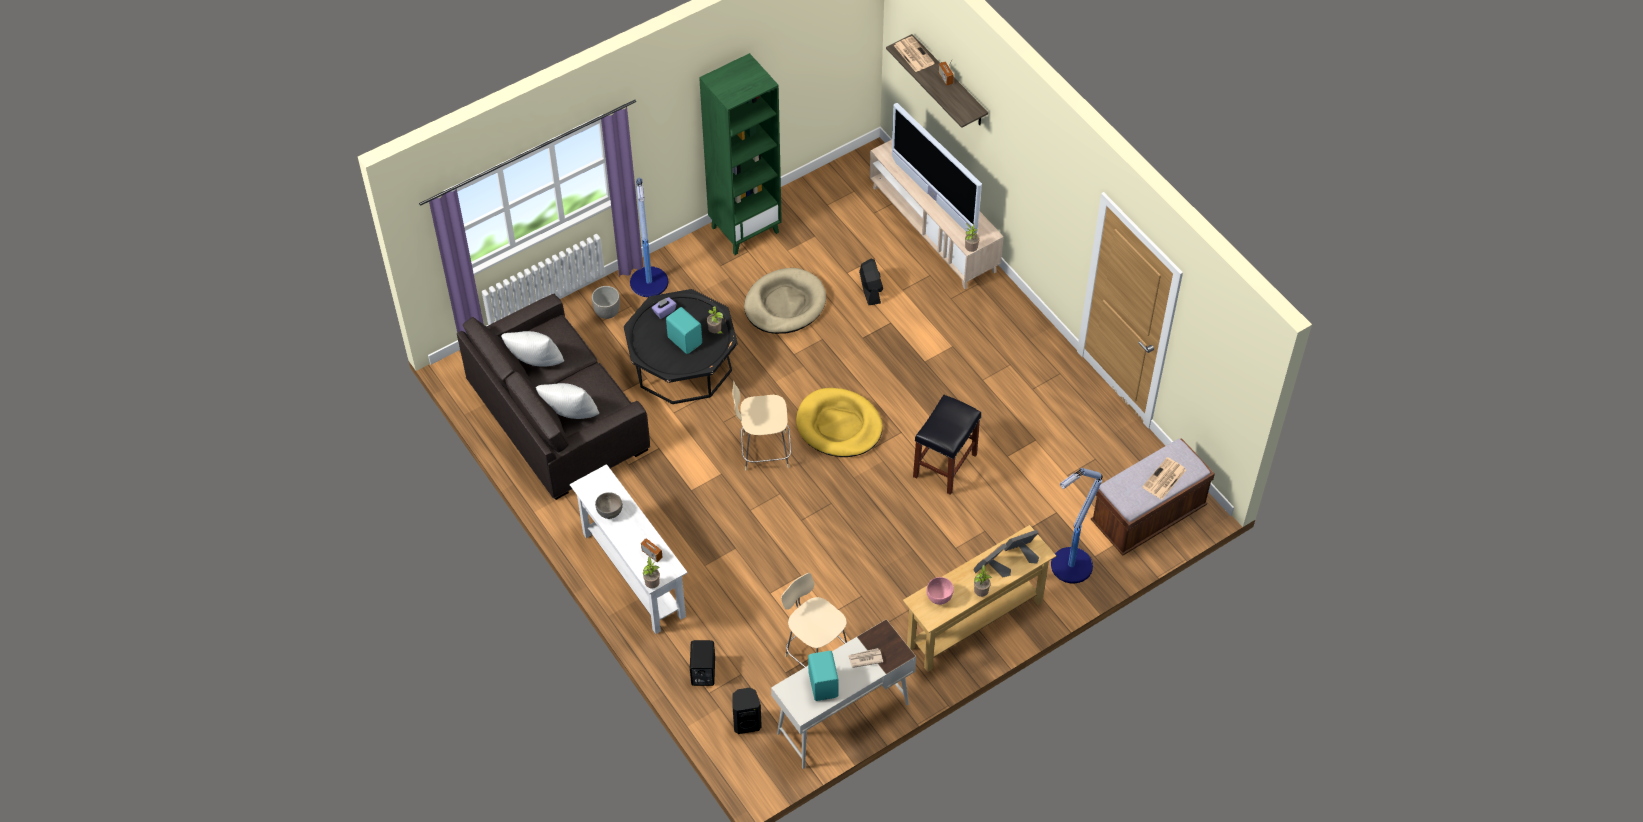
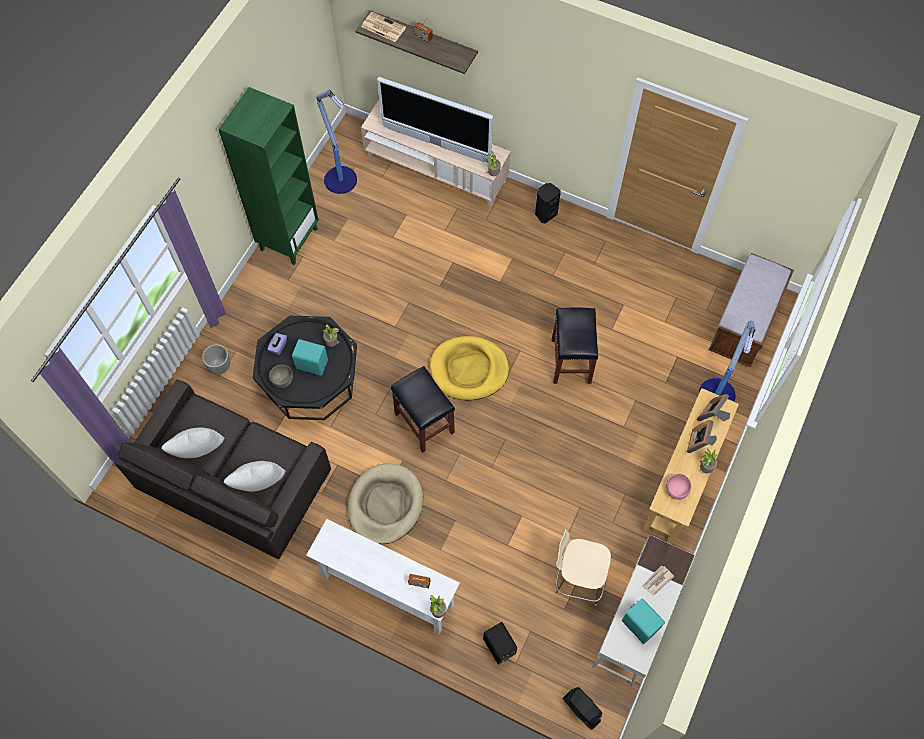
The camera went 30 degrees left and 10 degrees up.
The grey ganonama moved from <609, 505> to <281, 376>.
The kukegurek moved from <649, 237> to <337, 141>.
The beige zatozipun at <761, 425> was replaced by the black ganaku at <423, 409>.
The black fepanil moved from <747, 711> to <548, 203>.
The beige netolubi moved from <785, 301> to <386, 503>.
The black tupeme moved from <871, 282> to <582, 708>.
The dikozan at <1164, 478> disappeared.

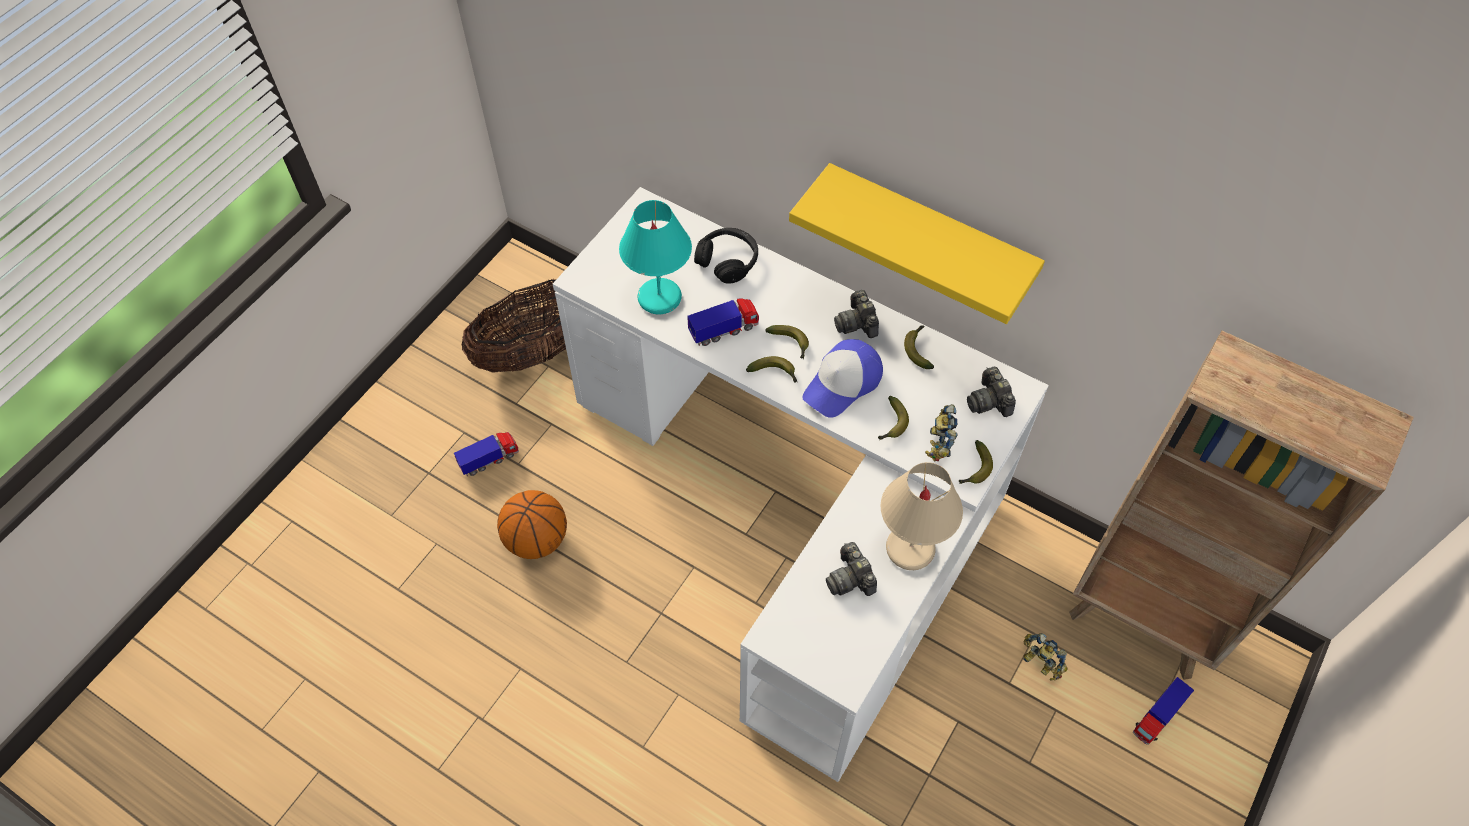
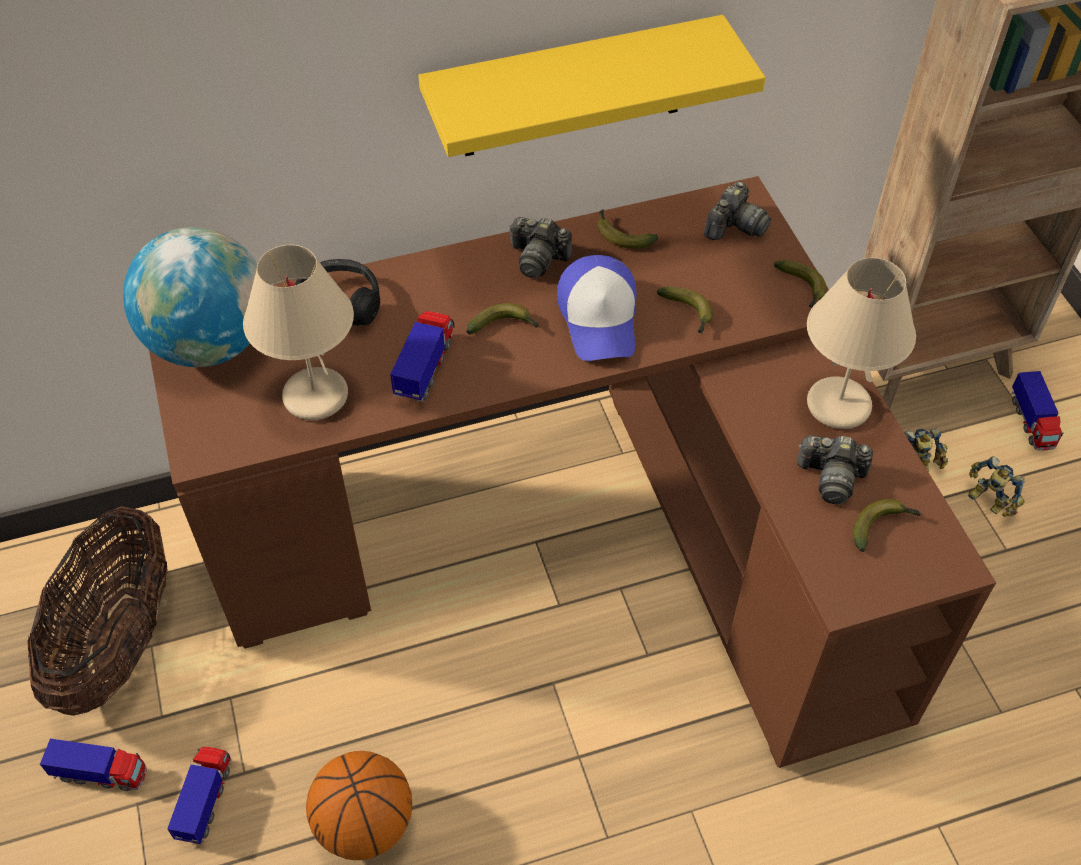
The camera went 50 degrees left and 5 degrees down.
The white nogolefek at <801, 484> became the brown nogolefek at <572, 472>.
The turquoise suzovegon at <655, 257> became the beige suzovegon at <298, 332>.
The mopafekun moved from <771, 369> to <887, 525>.
The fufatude moved from <941, 432> to <996, 486>.
The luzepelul at <991, 392> turned 75 degrees counterclockwise.
The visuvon at <93, 765> appeared.
The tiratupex at <190, 297> appeared.

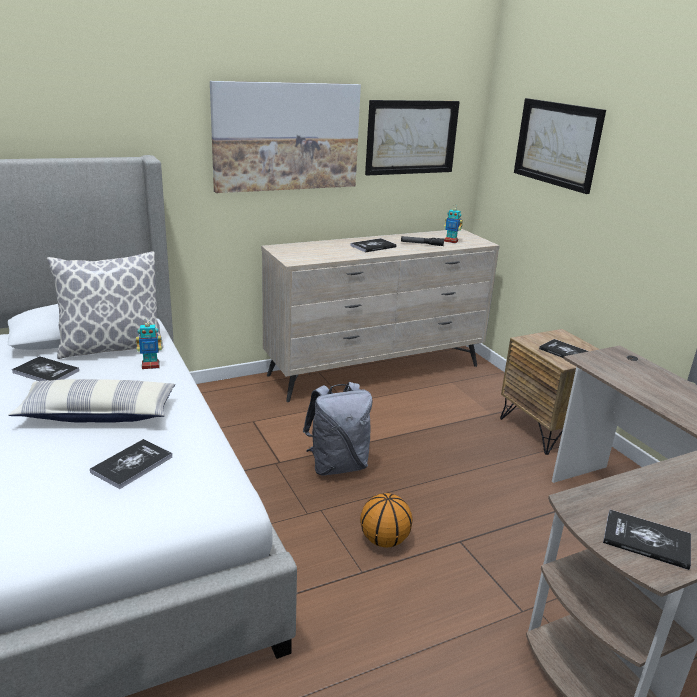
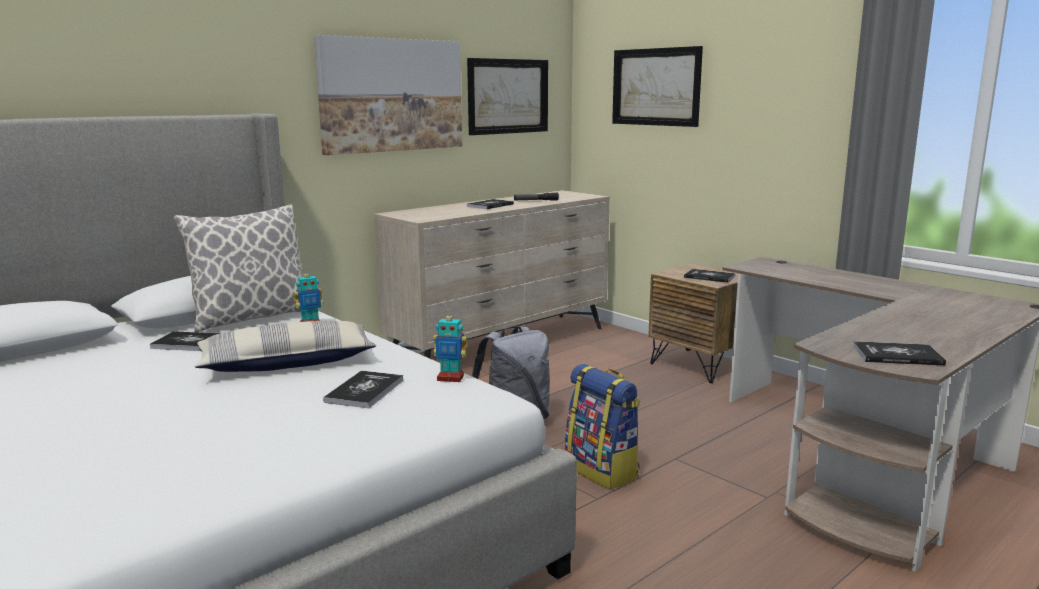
The camera went 15 degrees left and 10 degrees down.
The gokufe at <386, 520> was replaced by the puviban at <602, 427>.
The fufatude moved from <453, 223> to <450, 345>.

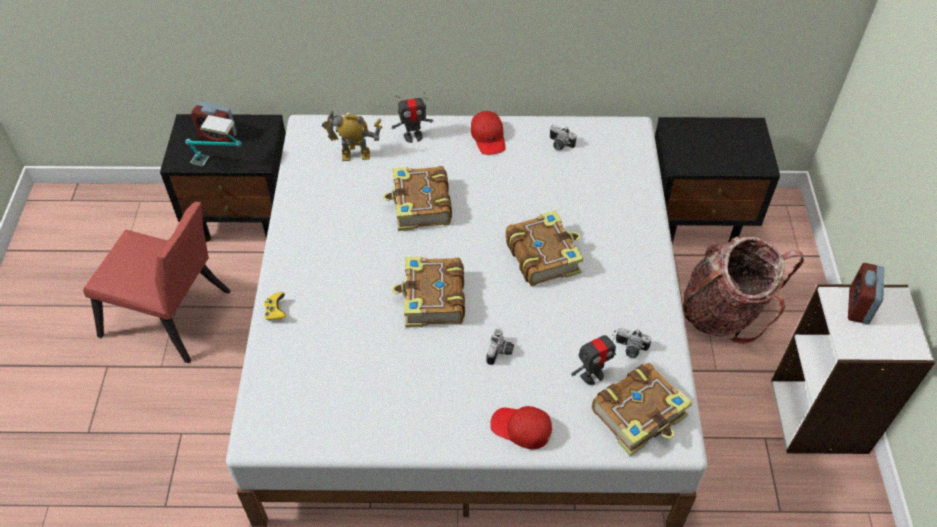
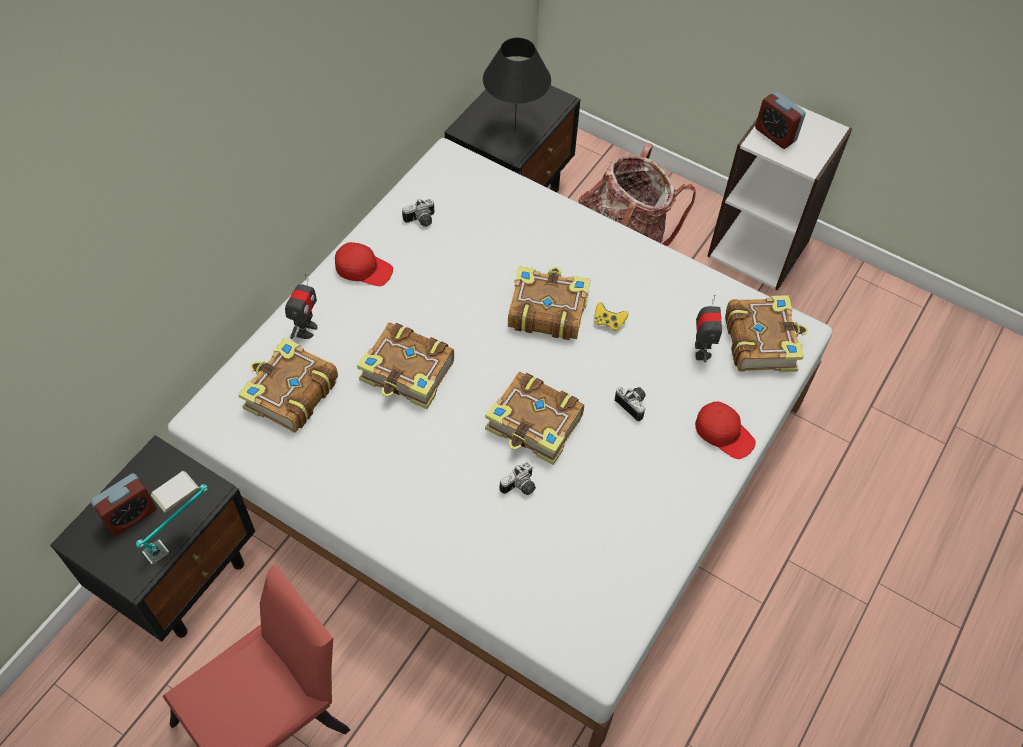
The camera went 60 degrees left and 5 degrees up.
The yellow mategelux moved from <275, 306> to <612, 316>.
The fufatude at <352, 136> was replaced by the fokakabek at <288, 384>.
The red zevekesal at <521, 428> turned 105 degrees counterclockwise.
The luzepelul moved from <634, 343> to <517, 478>.
The black suzovegon at <517, 84> appeared.

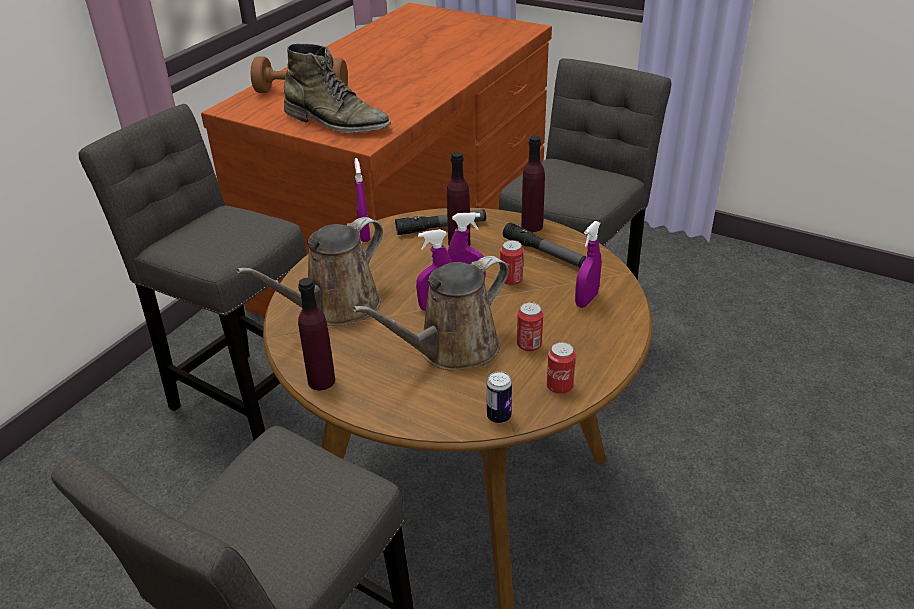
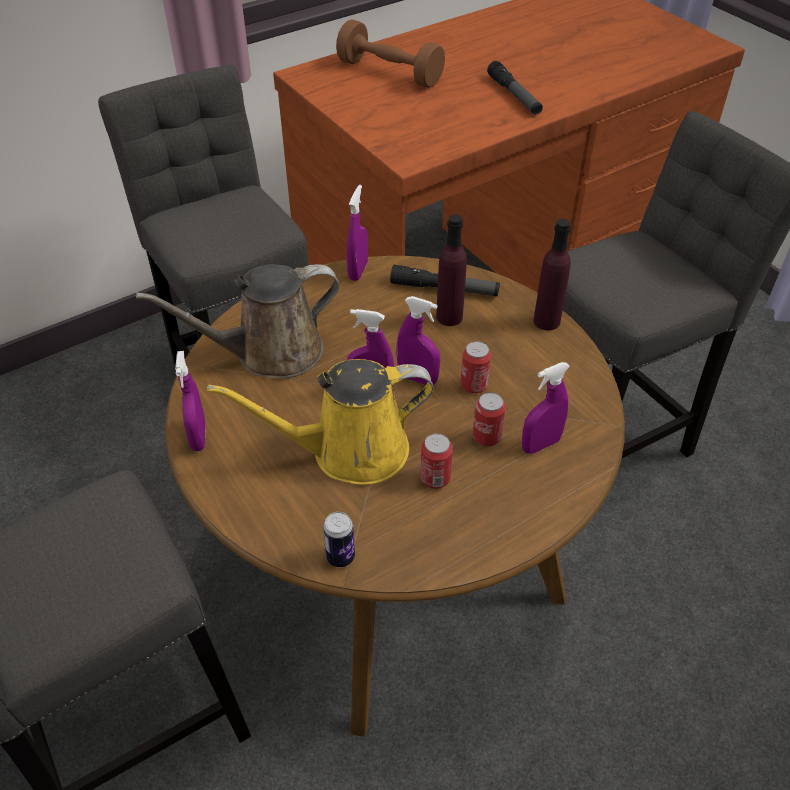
The camera went 25 degrees right and 10 degrees up.
The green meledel at <337, 88> disappeared.
The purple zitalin at <316, 334> was replaced by the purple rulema at <190, 401>.
The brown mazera at <430, 313> became the yellow mazera at <320, 422>.
The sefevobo moved from <544, 245> to <515, 88>.
The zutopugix moved from <561, 368> to <489, 419>.

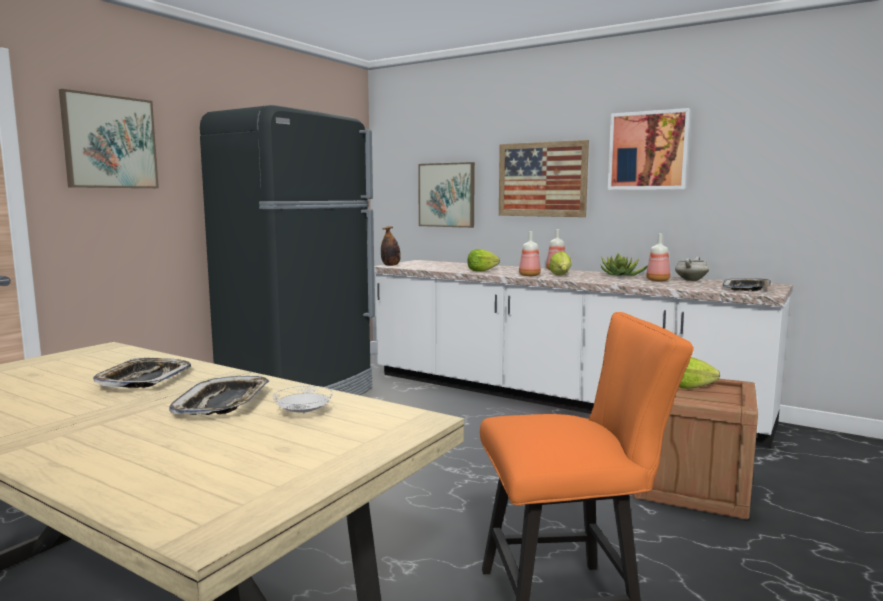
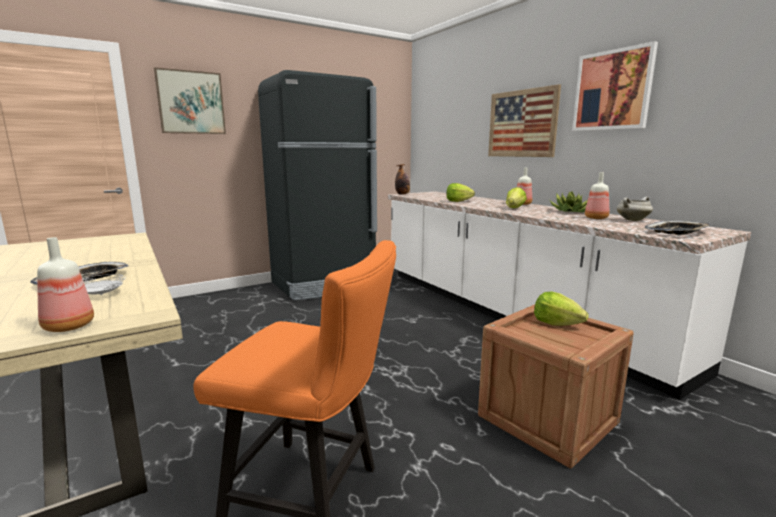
The camera went 25 degrees right and 5 degrees up.
The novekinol at <142, 373> disappeared.
The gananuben at <446, 195> disappeared.
The zitalin moved from <530, 253> to <65, 284>.

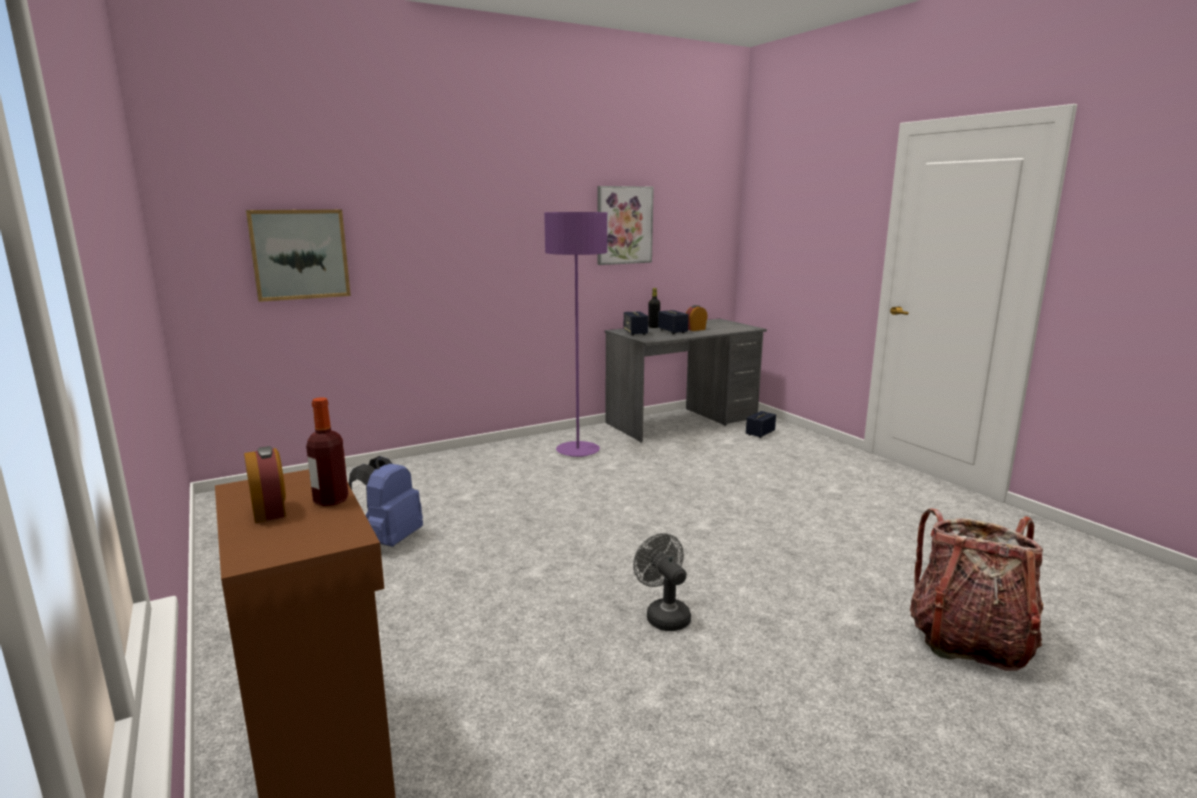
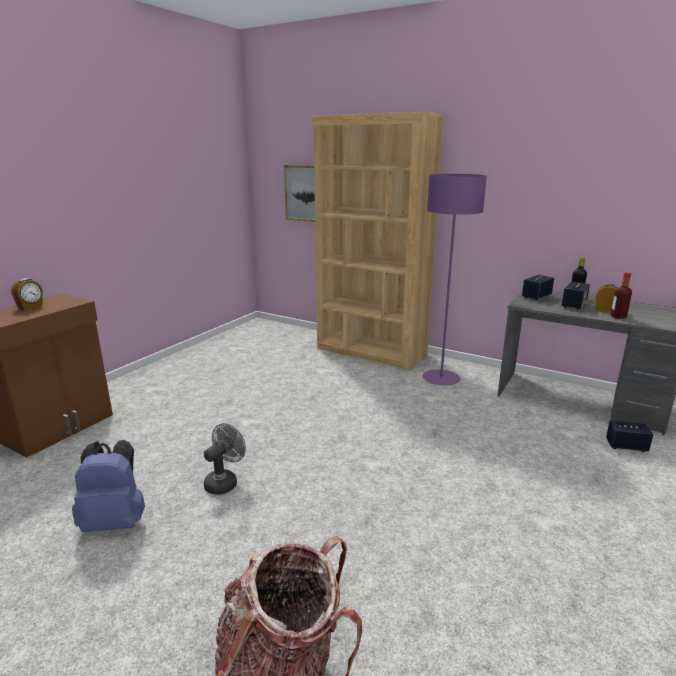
The camera went 60 degrees right and 5 degrees up.
The zitalin moved from <327, 451> to <621, 295>.
The blue puviban moved from <385, 501> to <108, 486>.
The gananuben at <626, 225> disappeared.
The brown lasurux at <378, 241> appeared.

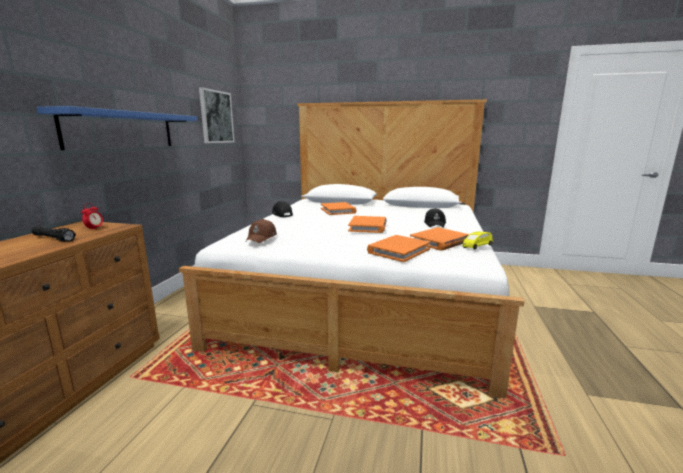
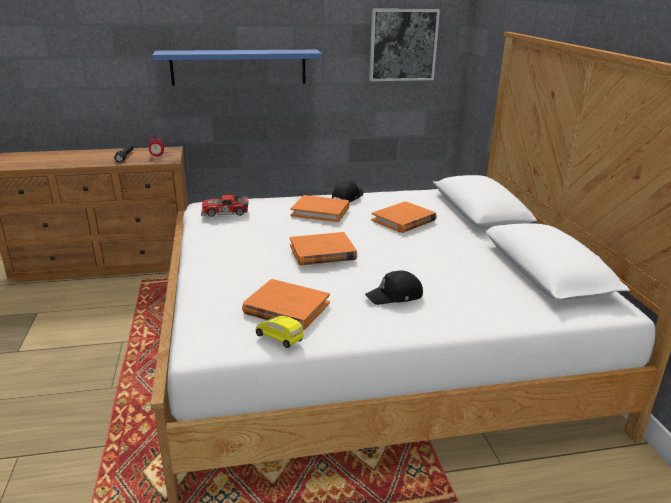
The camera went 65 degrees right and 10 degrees up.
The brown zevekesal at <261, 231> was replaced by the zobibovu at <224, 206>.
The orange fokakabek moved from <398, 248> to <319, 208>.

